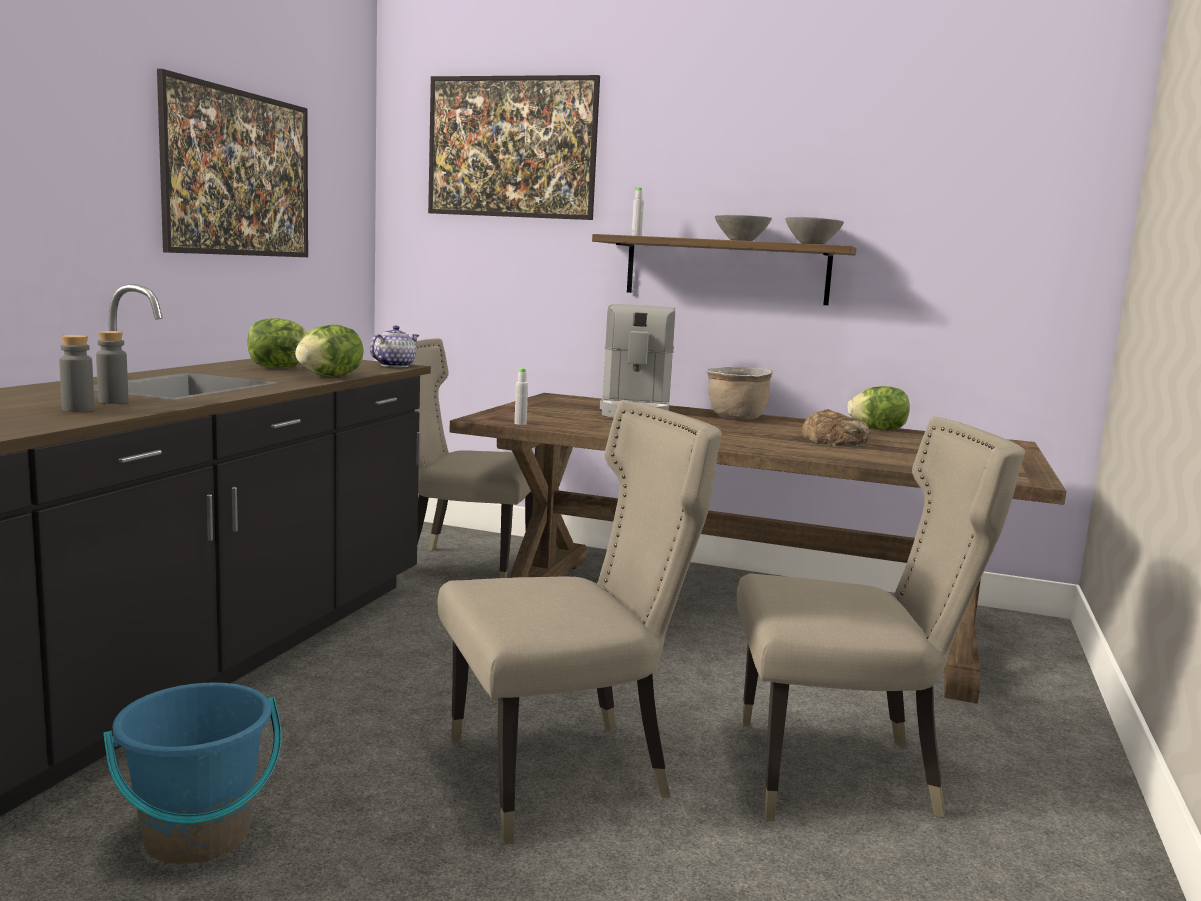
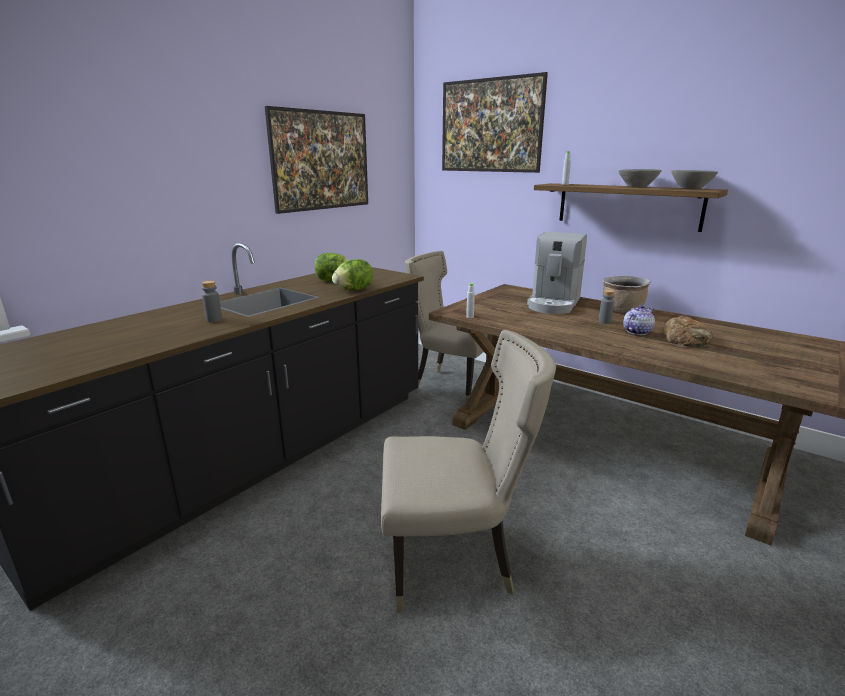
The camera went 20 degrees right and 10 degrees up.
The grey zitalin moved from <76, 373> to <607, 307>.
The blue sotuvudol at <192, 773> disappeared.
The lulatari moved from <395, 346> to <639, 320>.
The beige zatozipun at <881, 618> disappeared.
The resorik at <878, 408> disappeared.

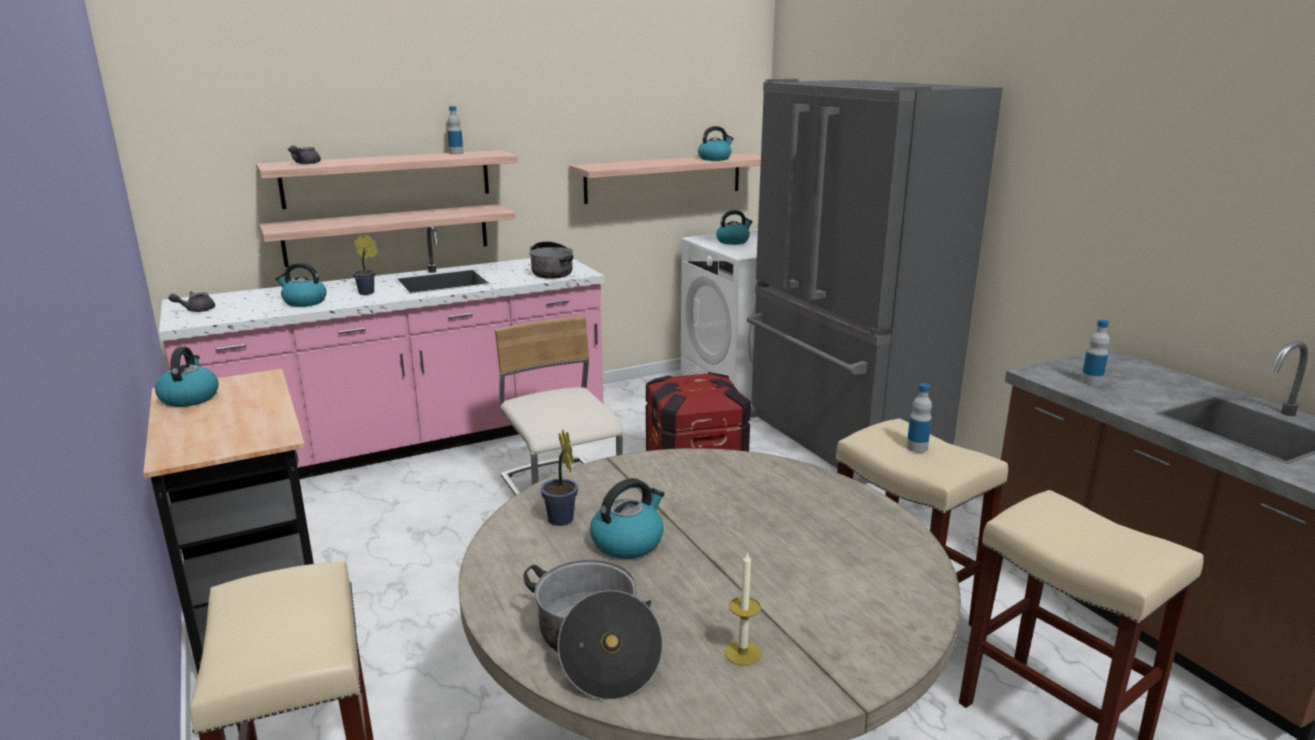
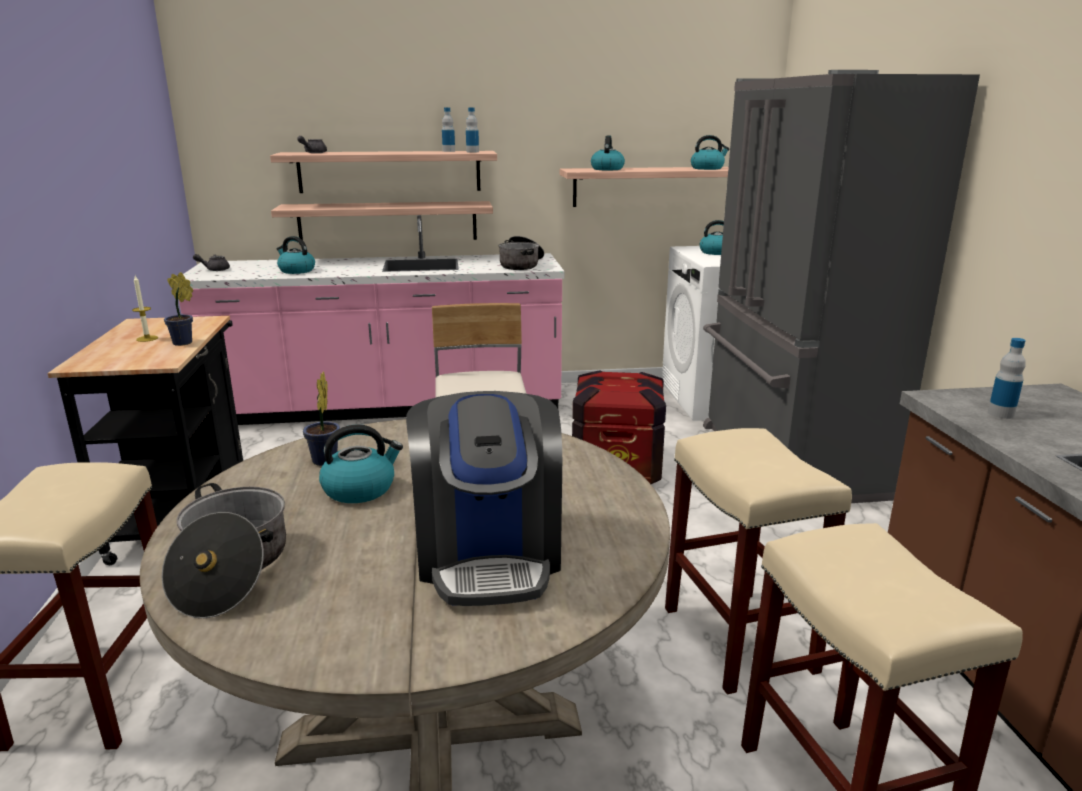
The camera went 20 degrees right and 0 degrees up.
The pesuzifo moved from <187, 377> to <608, 152>.
The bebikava moved from <365, 265> to <178, 309>.
The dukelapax moved from <743, 608> to <145, 309>.
The zitalin moved from <919, 418> to <472, 130>.
The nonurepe at <484, 498> appeared.

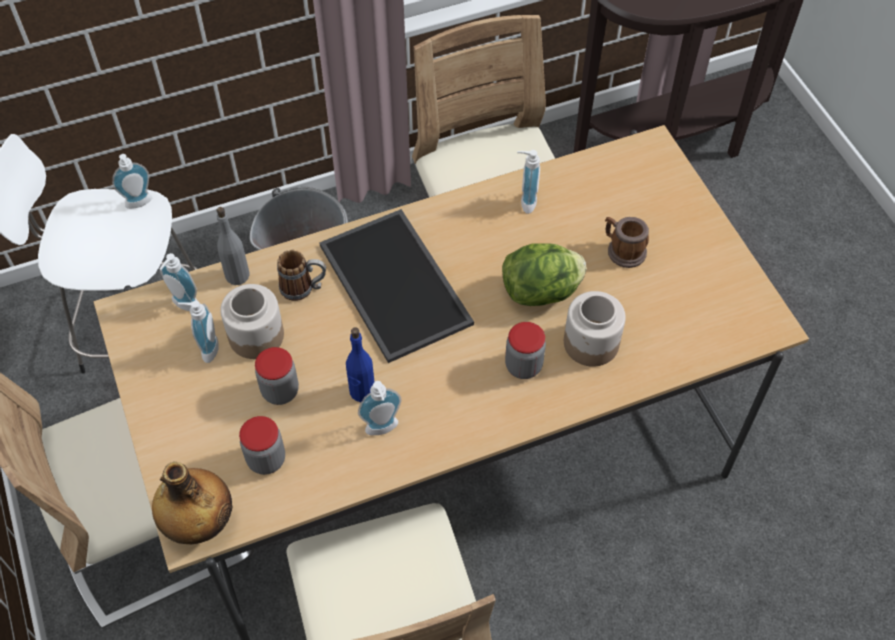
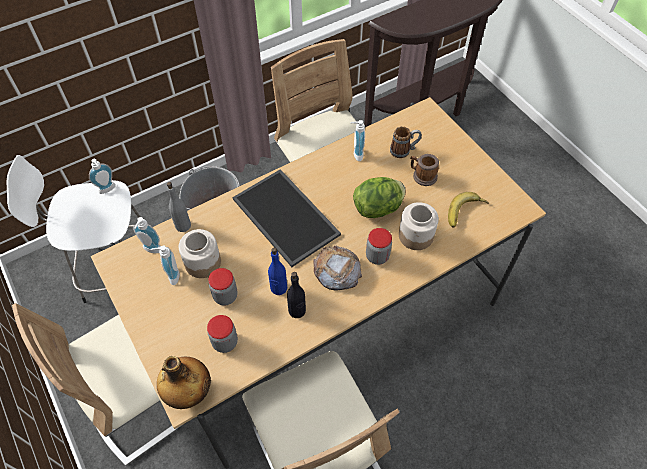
The camera went 10 degrees left and 0 degrees up.
The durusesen moved from <301, 275> to <406, 142>.
The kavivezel at <380, 408> was replaced by the black zitalin at <296, 295>.
The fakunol at <337, 268> appeared.
The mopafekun at <468, 210> appeared.

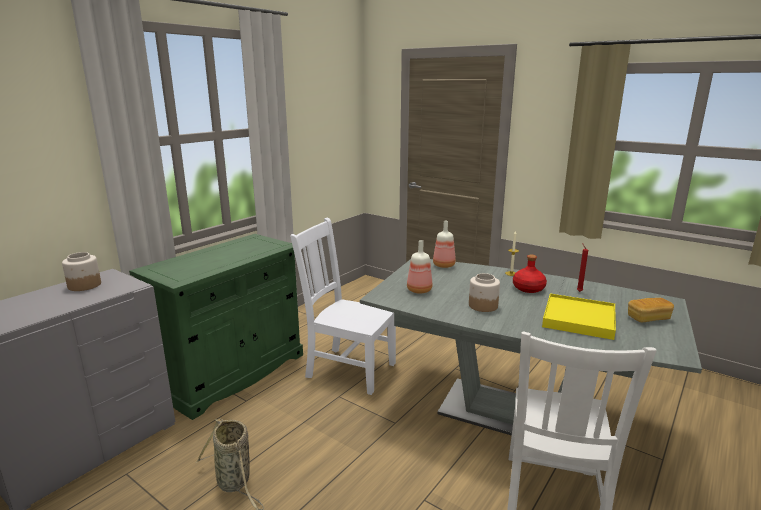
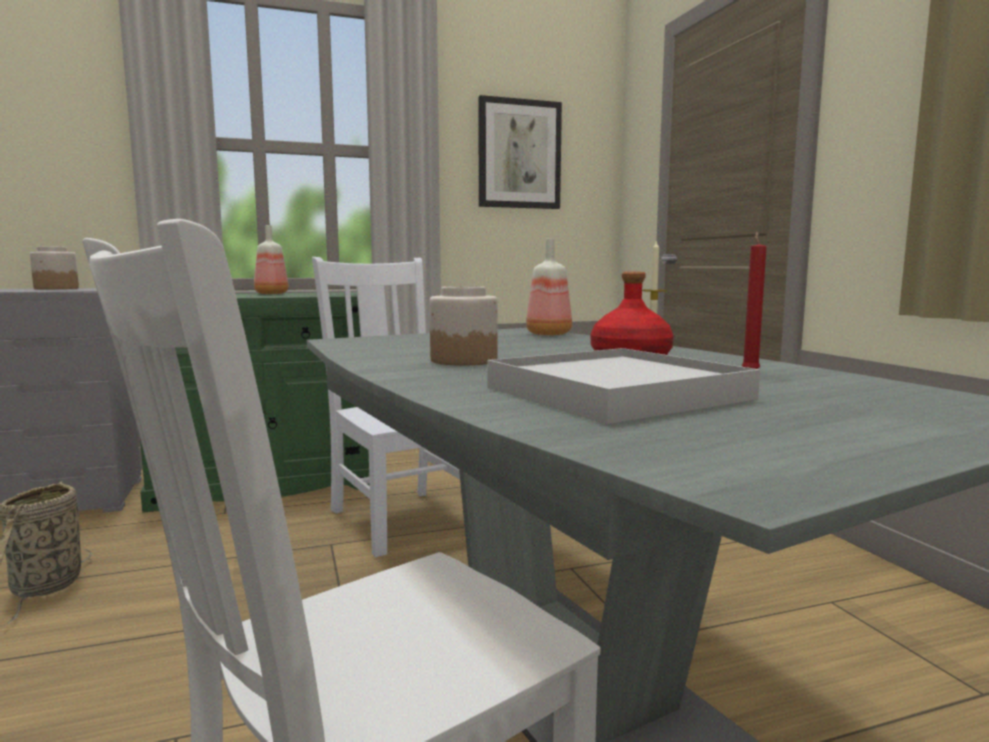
The camera went 35 degrees right and 10 degrees down.
The zitalin moved from <419, 267> to <271, 259>.
The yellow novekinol at <579, 316> became the white novekinol at <623, 386>.
The fakunol at <651, 310> disappeared.
The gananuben at <520, 152> appeared.

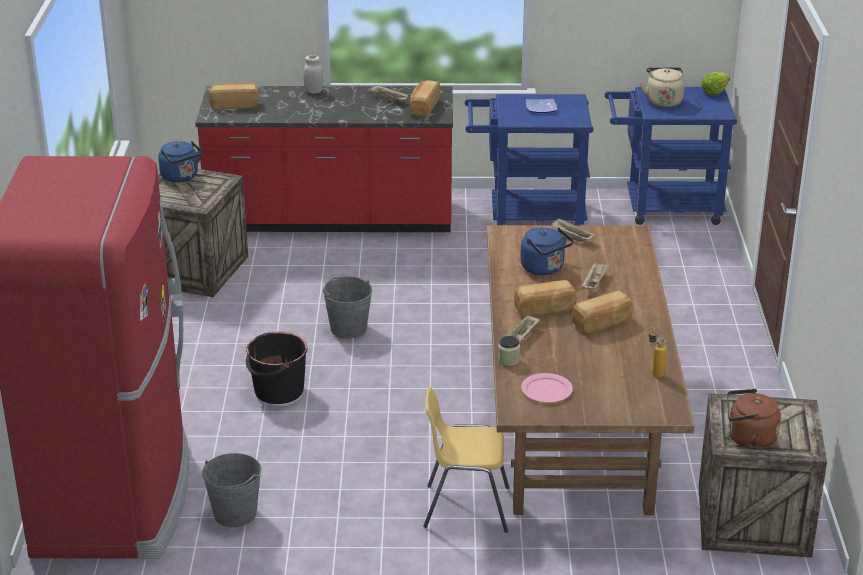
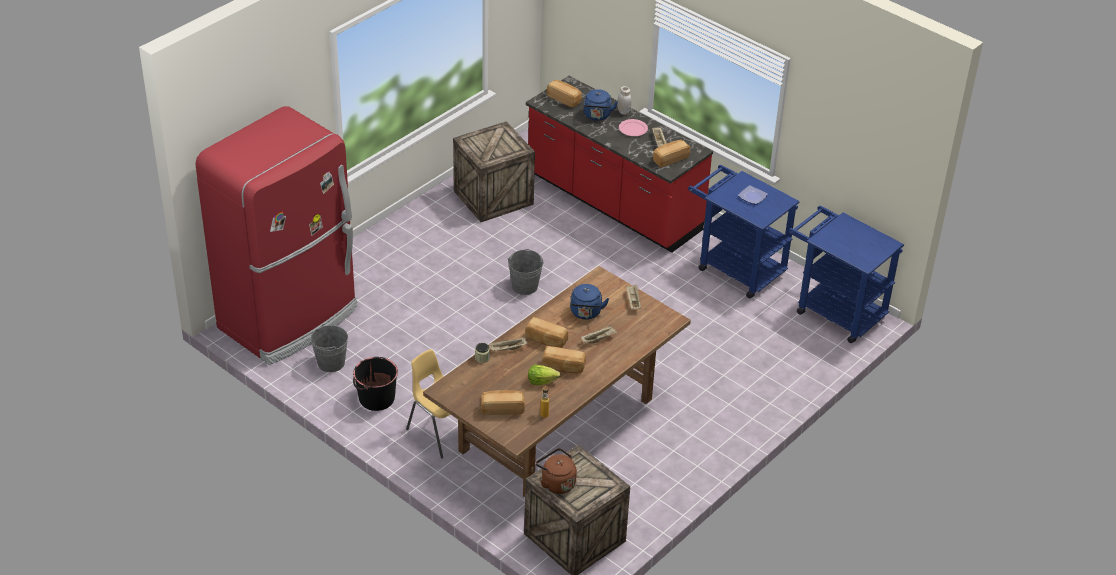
The camera went 40 degrees right and 10 degrees up.
The blue pesuzifo moved from <180, 161> to <601, 105>.
The black sotuvudol moved from <277, 368> to <375, 384>.
The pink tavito moved from <547, 387> to <633, 127>.
The beige pesuzifo at <662, 87> disappeared.
The resorik moved from <715, 83> to <544, 375>.
The fakunol at <503, 402> appeared.

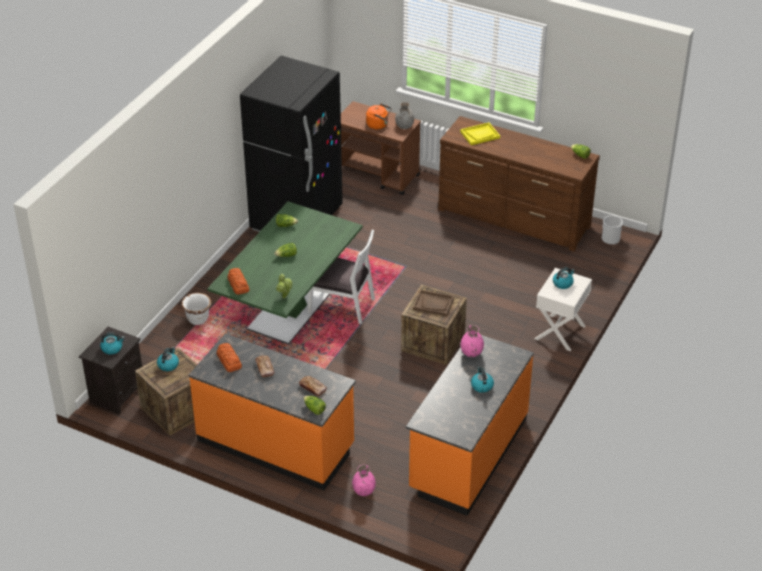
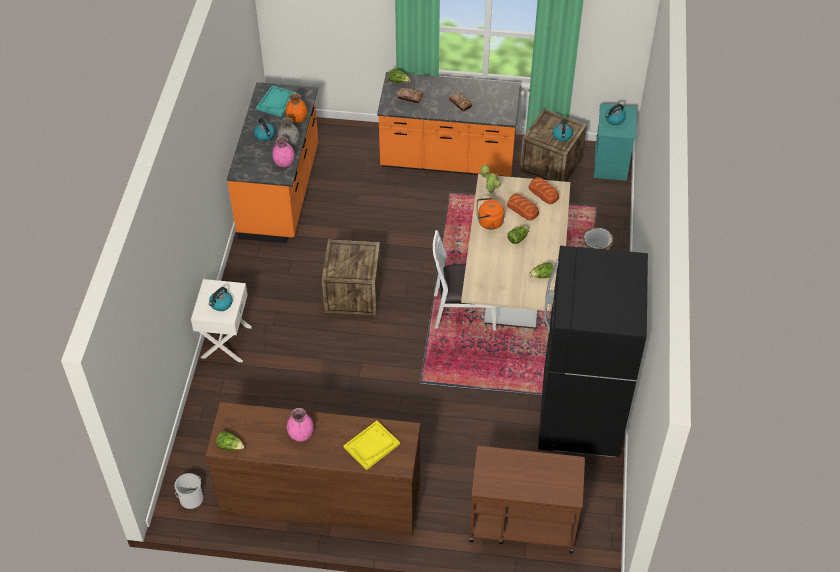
The camera went 160 degrees right and 10 degrees up.
The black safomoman at <110, 370> became the turquoise safomoman at <615, 142>.
The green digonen at <285, 272> became the beige digonen at <515, 251>.
The fakunol moved from <229, 357> to <523, 207>.
The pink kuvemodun moved from <364, 480> to <300, 425>.
The orange pesuzifo moved from <378, 116> to <490, 214>.
The grey kuvemodun moved from <404, 115> to <288, 132>.
The brown novekinol at <433, 303> disappeared.
The turquoise novekinol at <276, 101> appeared.
The orange kuvemodun at <296, 108> appeared.

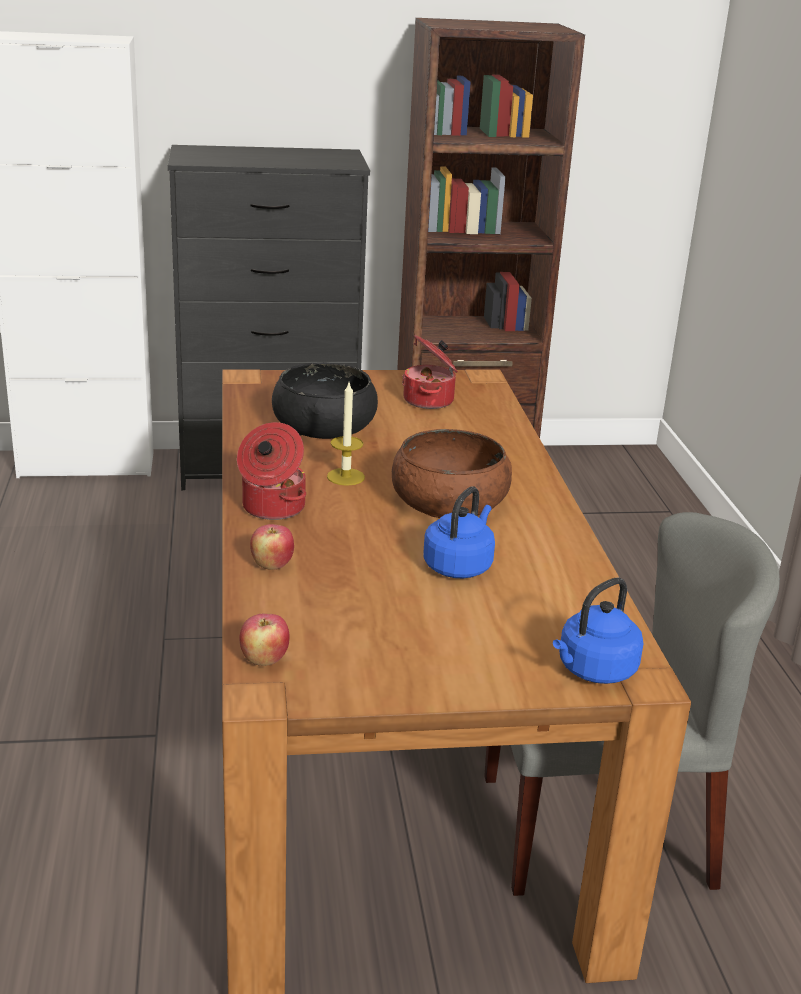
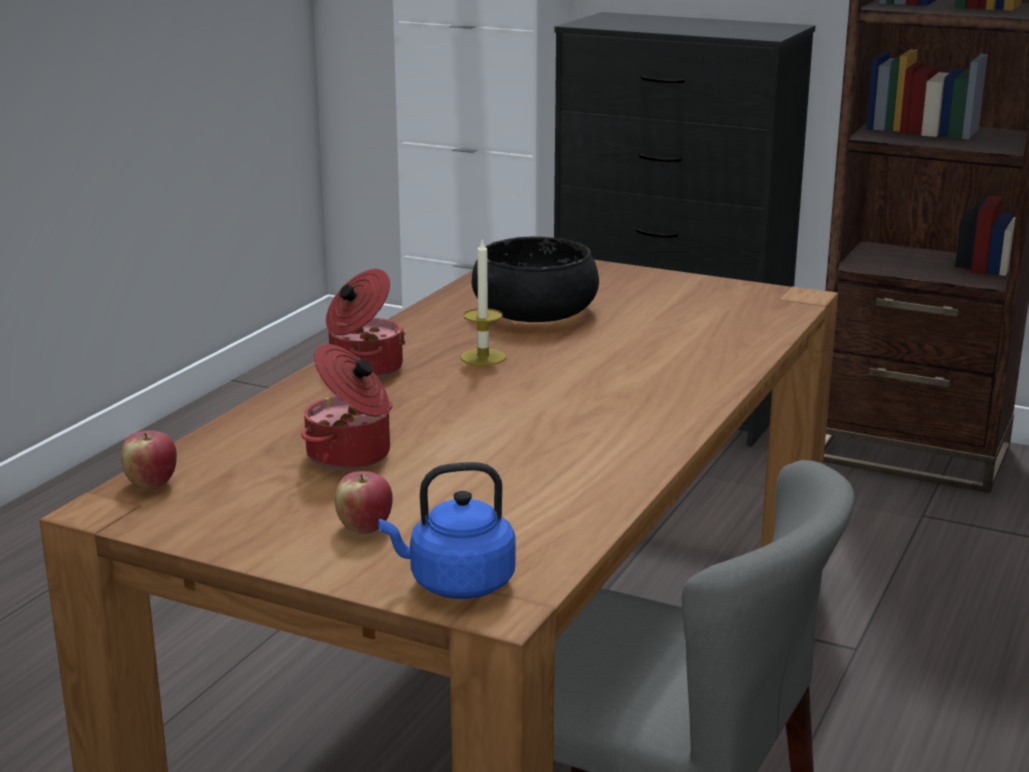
The camera went 35 degrees right and 5 degrees down.
The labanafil moved from <272, 547> to <364, 502>.
The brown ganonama at <452, 473> disappeared.
The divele moved from <430, 372> to <346, 407>.
The blue pesuzifo at <459, 532> disappeared.

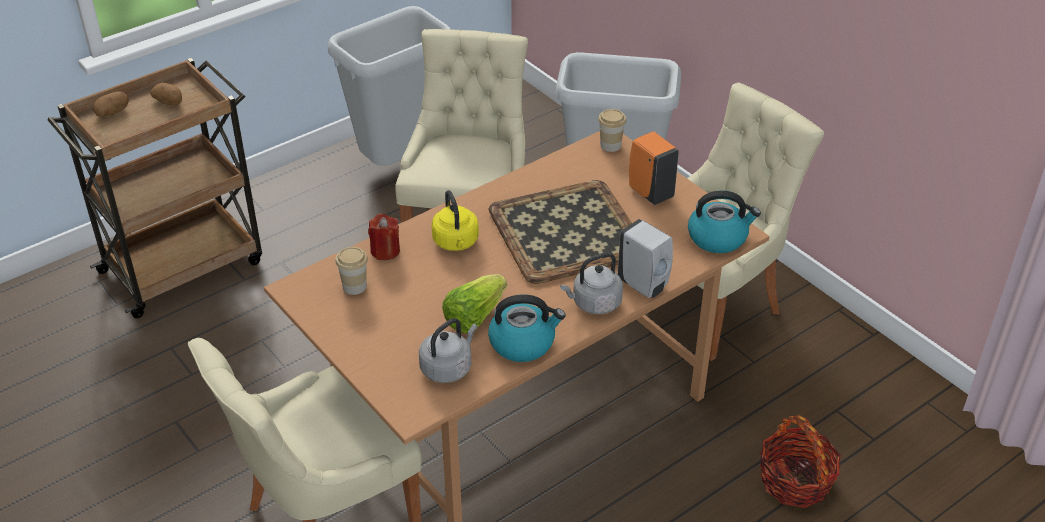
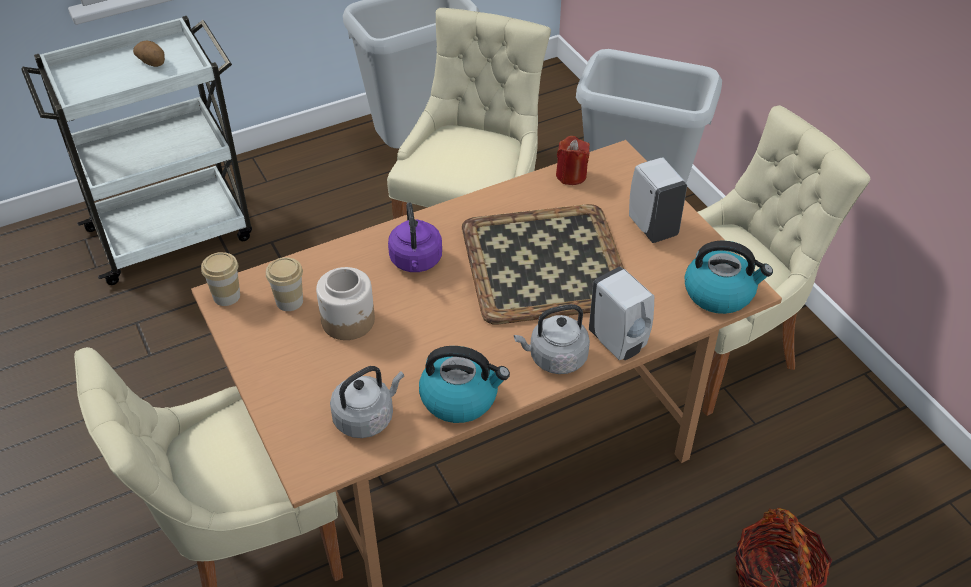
The camera went 10 degrees right and 5 degrees up.
The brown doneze at <155, 188> became the white doneze at <136, 150>.
The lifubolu at <111, 104> disappeared.
The red dukelapax moved from <384, 237> to <573, 160>.
The yellow pesuzifo at <455, 220> became the purple pesuzifo at <415, 237>.
The resorik at <474, 304> disappeared.
The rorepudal moved from <612, 130> to <220, 279>.
The orange kavivezel at <654, 168> became the white kavivezel at <658, 200>.
The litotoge at <345, 303> appeared.

